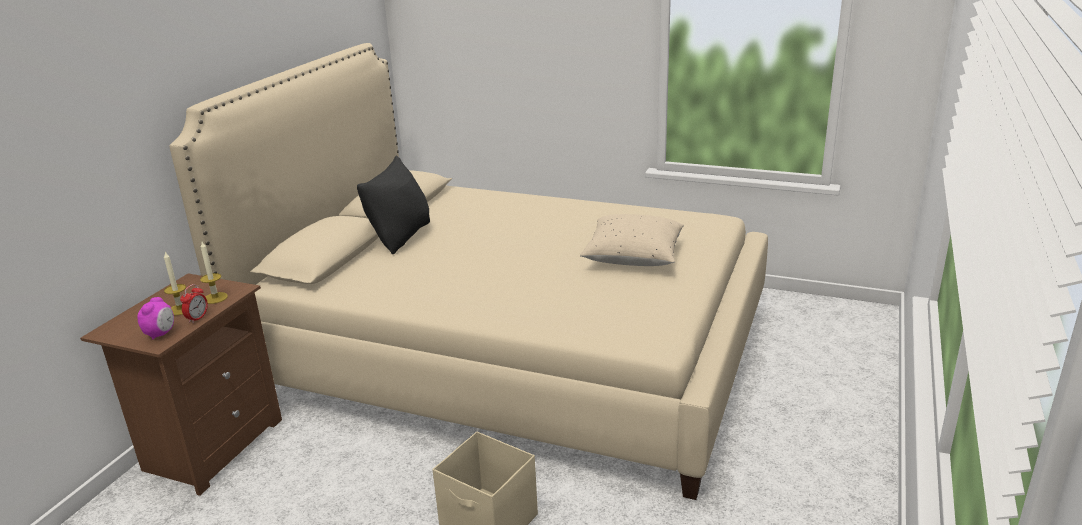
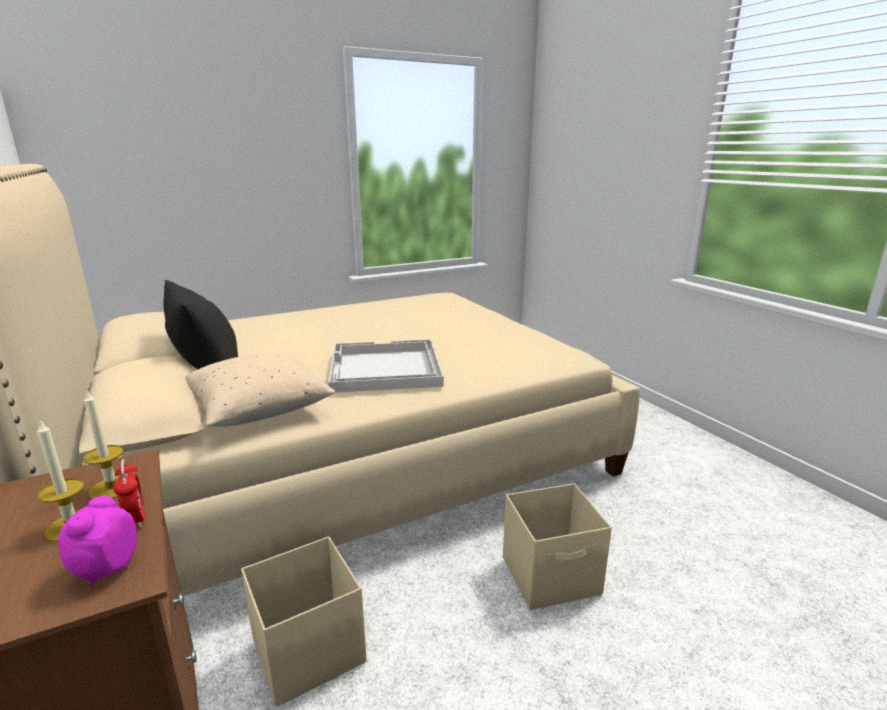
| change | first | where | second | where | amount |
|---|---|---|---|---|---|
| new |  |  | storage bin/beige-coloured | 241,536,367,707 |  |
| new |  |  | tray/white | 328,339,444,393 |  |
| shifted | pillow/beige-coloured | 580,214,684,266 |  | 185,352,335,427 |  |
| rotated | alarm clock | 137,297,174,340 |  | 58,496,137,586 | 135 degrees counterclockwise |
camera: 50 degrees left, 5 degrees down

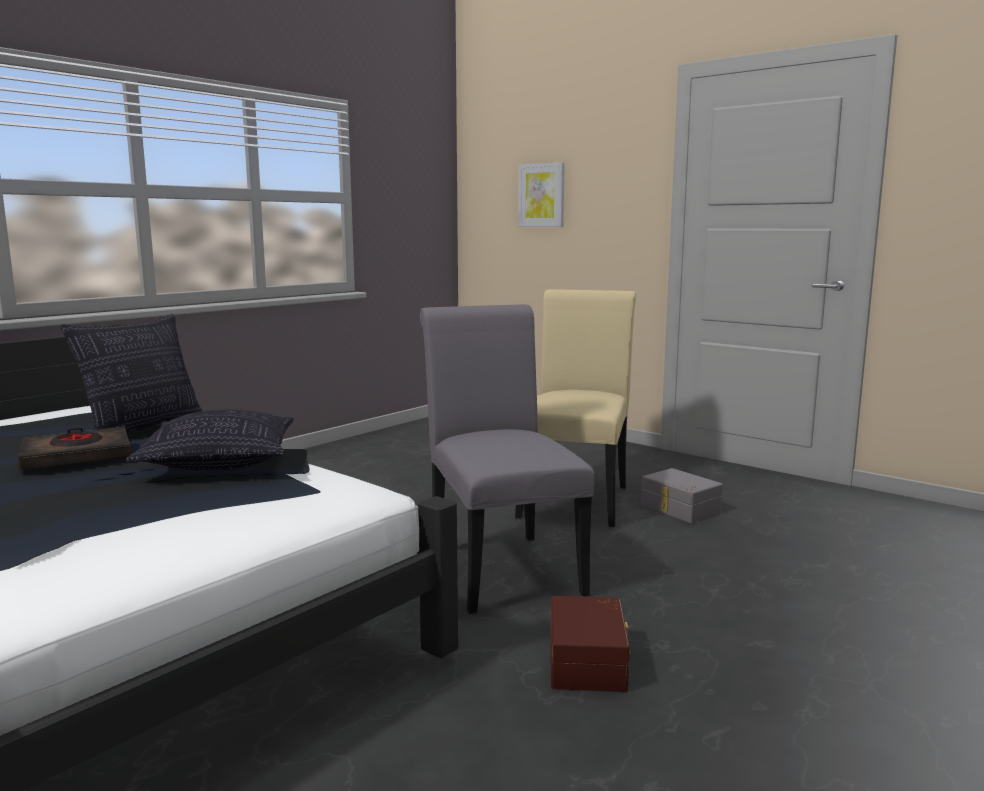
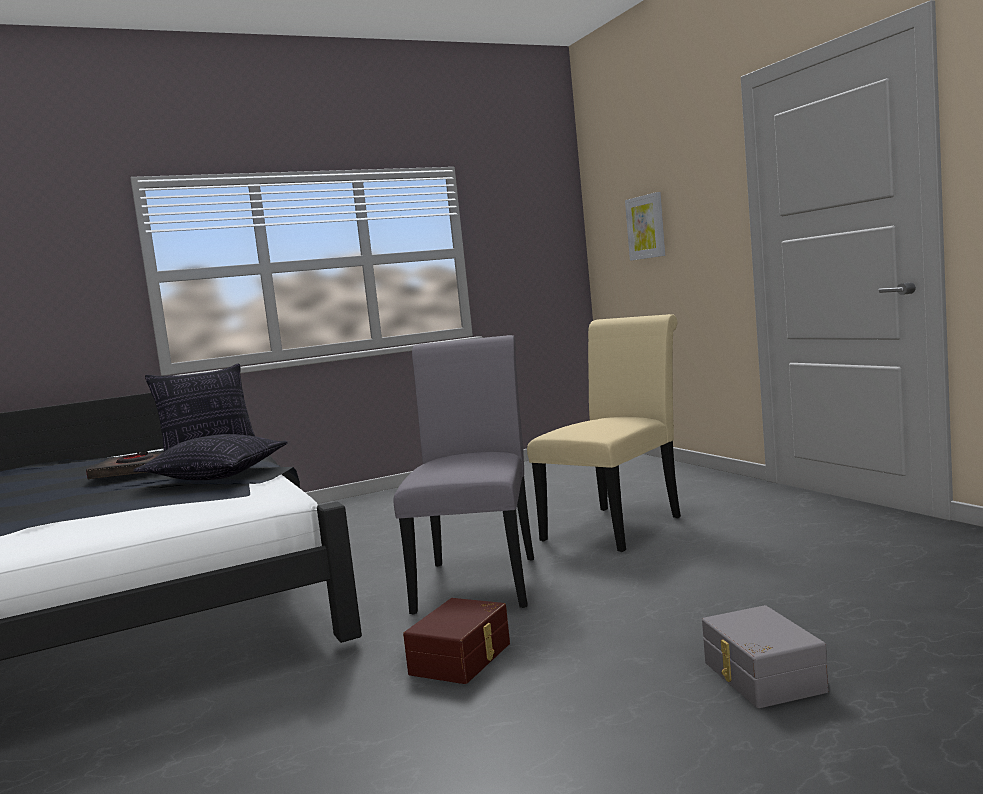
| change | first | where | second | where | amount |
|---|---|---|---|---|---|
| shifted | storage bin/gray | 641,468,723,523 |  | 702,605,829,708 |  |
camera: 25 degrees right, 5 degrees down

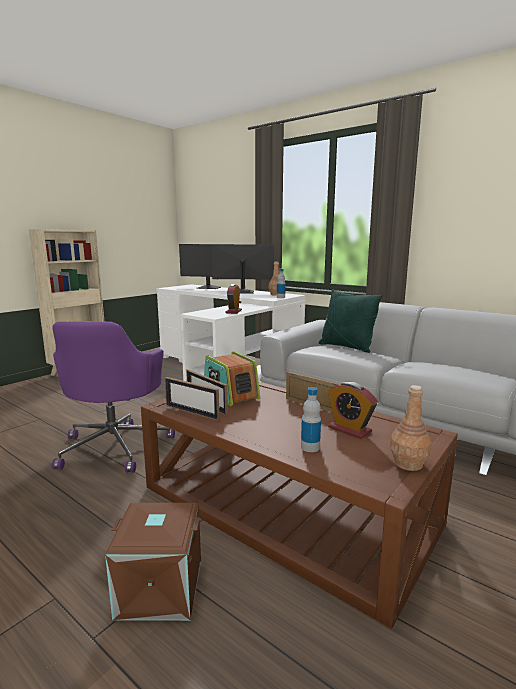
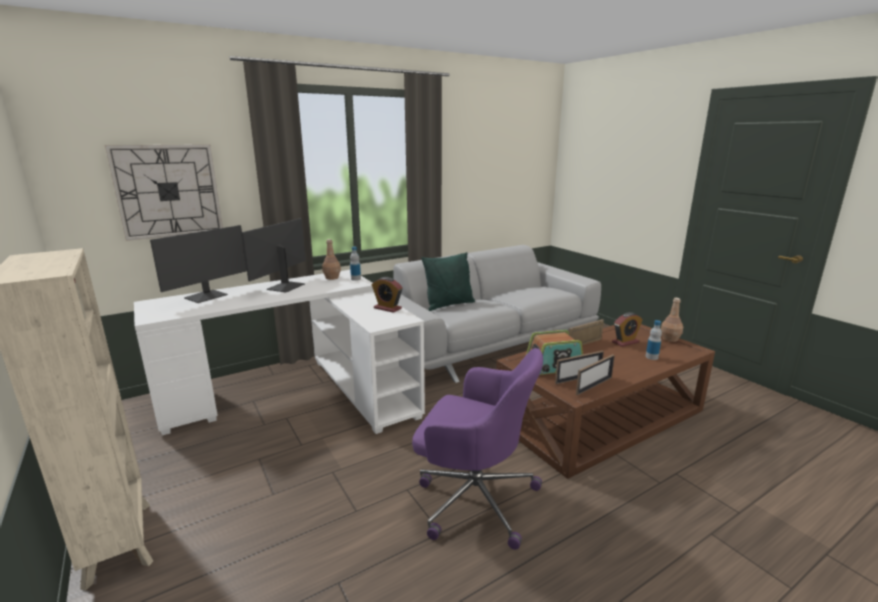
| change | first | where | second | where | amount |
|---|---|---|---|---|---|
| gone | storage bin/brown-coloured | 105,503,201,621 |  |  |  |
| new |  |  | hanging clock | 105,144,223,241 |  |
camera: 70 degrees left, 5 degrees up

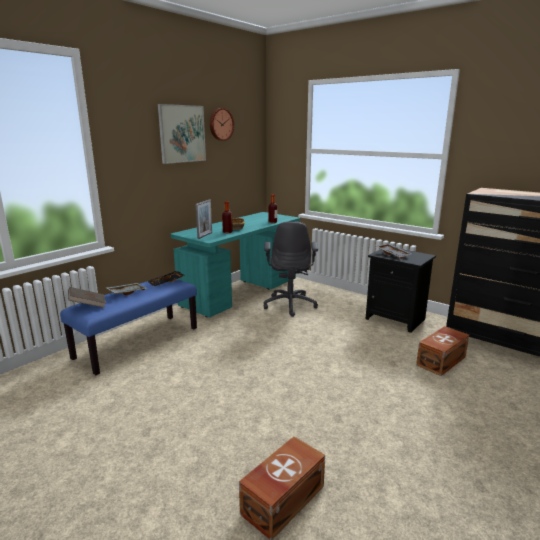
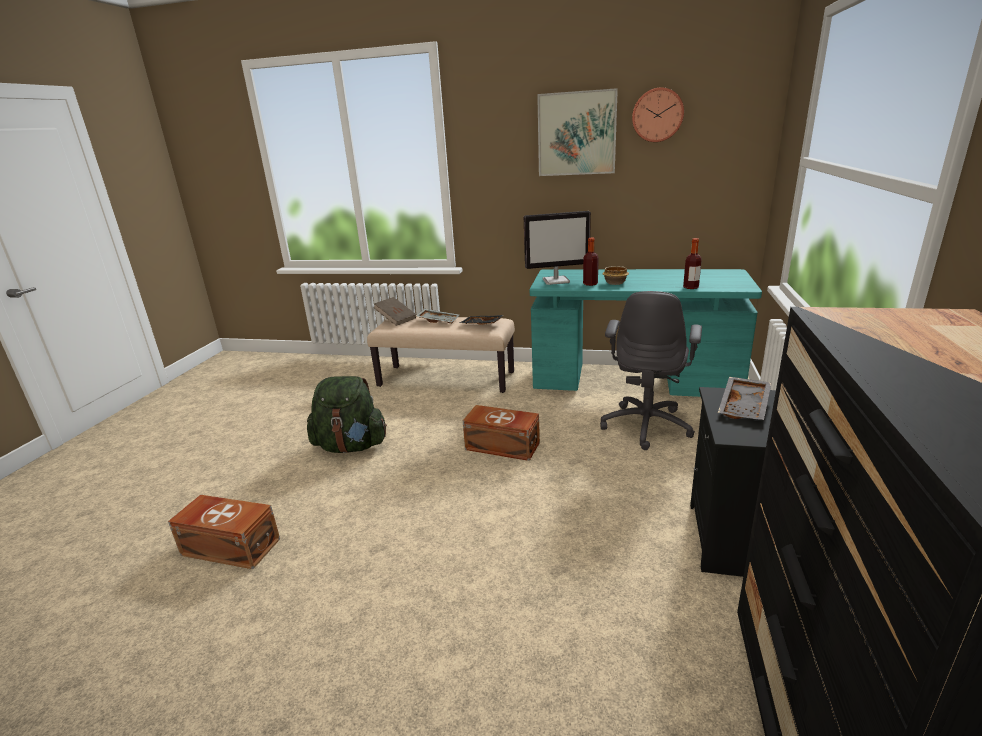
| change | first | where | second | where | amount |
|---|---|---|---|---|---|
| new |  |  | backpack/greenish | 307,376,387,453 |  |
| shifted | storage bin/brown-coloured | 416,326,469,376 |  | 463,405,540,461 |  |
| swapped | photo frame | 195,199,212,239 | monitor | 524,211,591,285 |  |
| repainted | indoor bench/blue-coloured | 60,279,197,375 | indoor bench/beige-coloured | 367,316,515,393 |  |
| rotated | computer chair/gray | 263,221,318,317 |  | 600,291,702,450 | 45 degrees counterclockwise |
camera: 65 degrees right, 5 degrees up

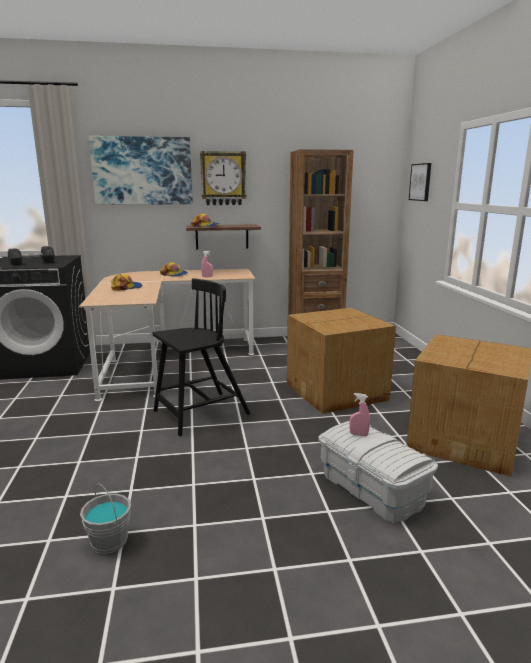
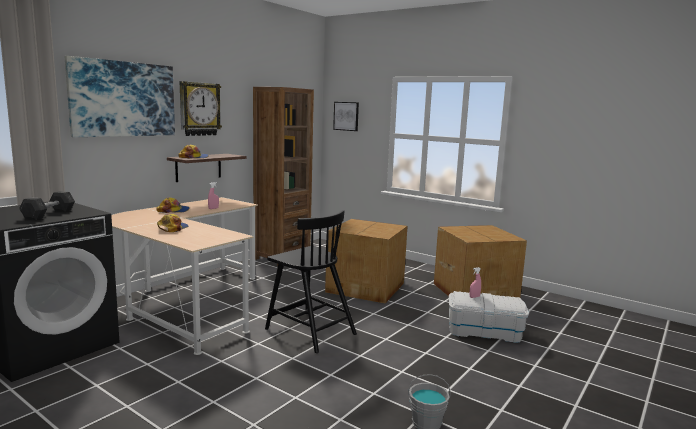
| change | first | where | second | where | amount |
|---|---|---|---|---|---|
| rotated | chair/blackish | 152,278,251,436 |  | 265,210,357,353 | 120 degrees clockwise |
camera: 45 degrees left, 5 degrees down

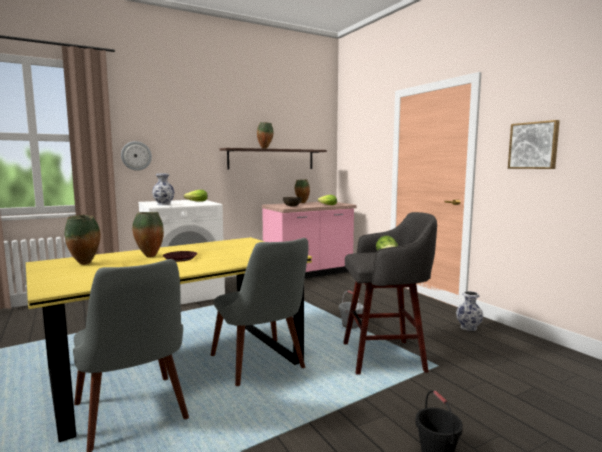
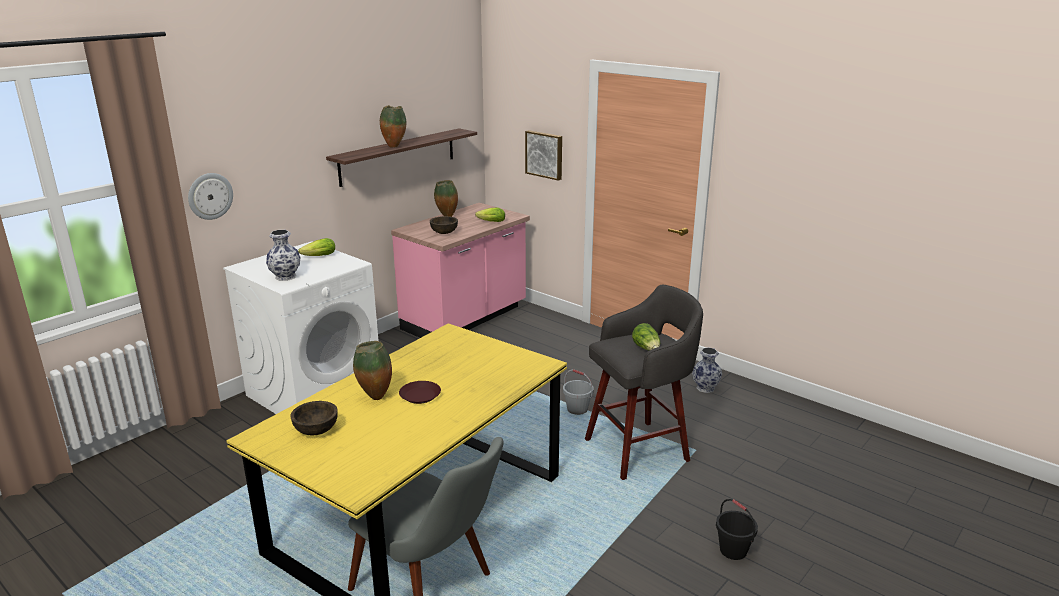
| change | first | where | second | where | amount |
|---|---|---|---|---|---|
| gone | chair/gray | 211,238,308,386 |  |  |  |
| shifted | wall picture | 508,120,560,169 |  | 525,130,562,181 |  |
| swapped | flower vase | 65,215,100,265 | serving bowl/brown-coloured | 290,401,338,435 |  |
camera: 20 degrees left, 15 degrees up

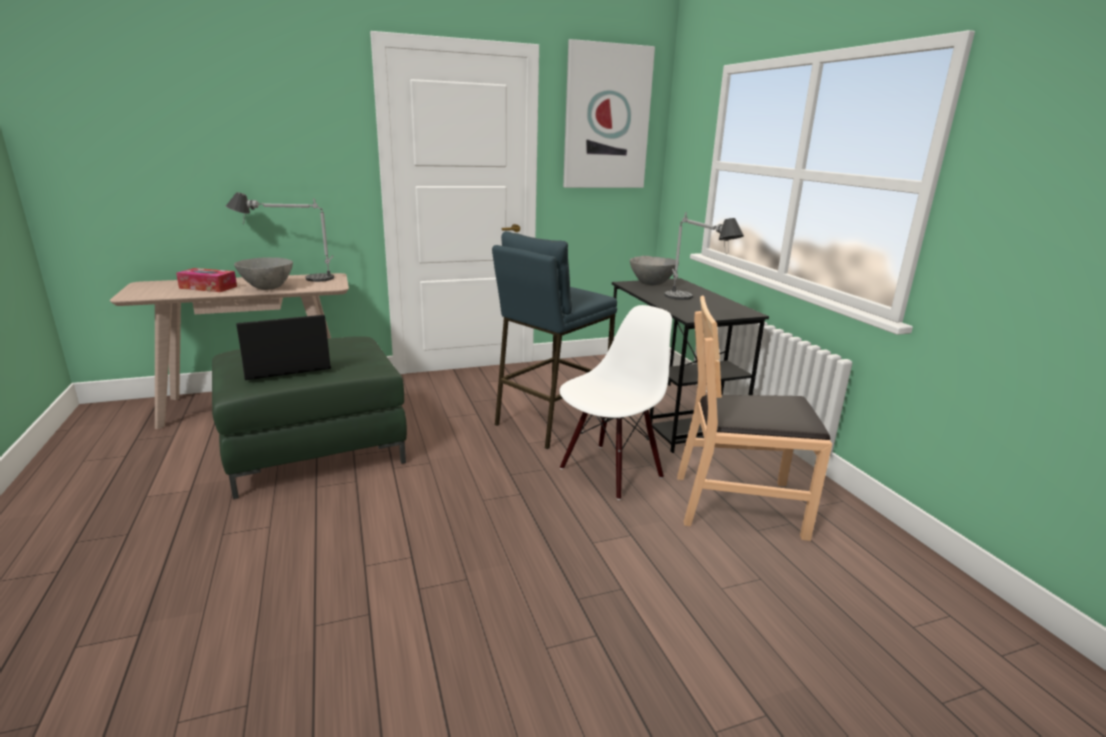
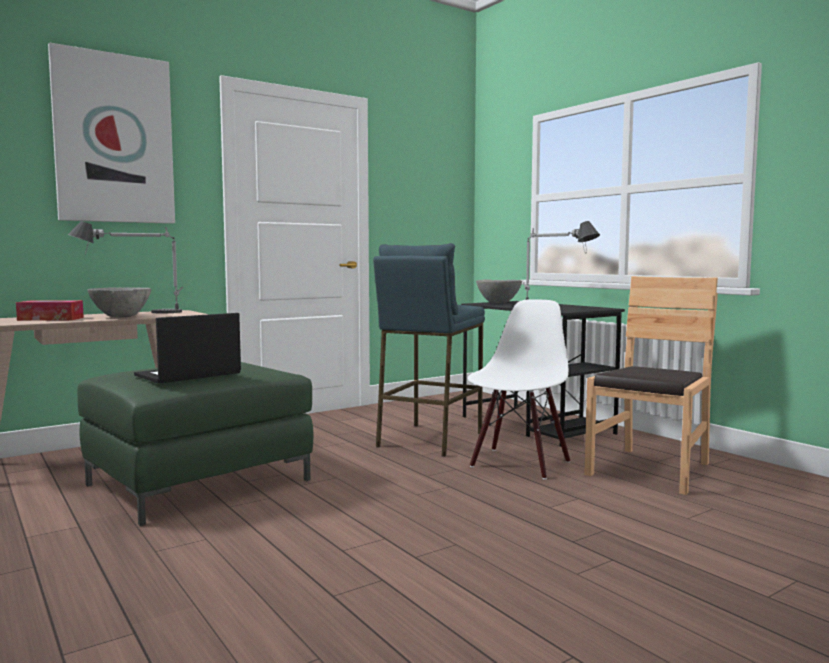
| change | first | where | second | where | amount |
|---|---|---|---|---|---|
| shifted | wall picture | 563,39,655,188 |  | 48,43,175,224 |  |
| rotated | chair/brown-coloured | 677,296,832,541 |  | 584,276,718,495 | 135 degrees clockwise |
camera: 15 degrees left, 15 degrees down

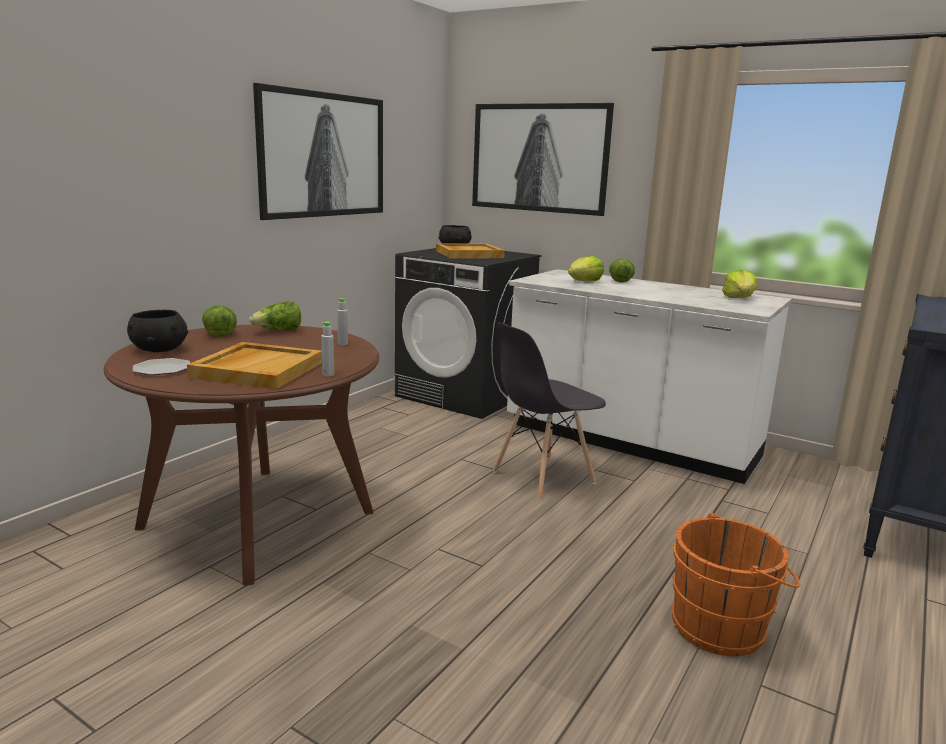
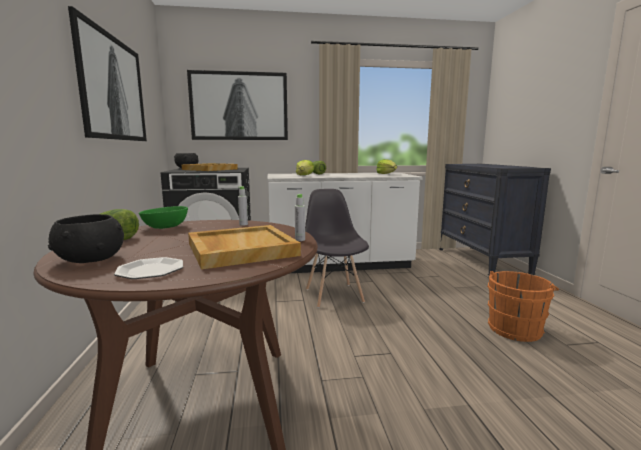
| change | first | where | second | where | amount |
|---|---|---|---|---|---|
| swapped | head of lettuce | 249,301,301,330 | serving bowl/greenish | 139,206,188,229 |  |
| rotated | chair/gray | 493,323,606,501 |  | 305,189,369,308 | 150 degrees clockwise |
camera: 40 degrees left, 5 degrees down

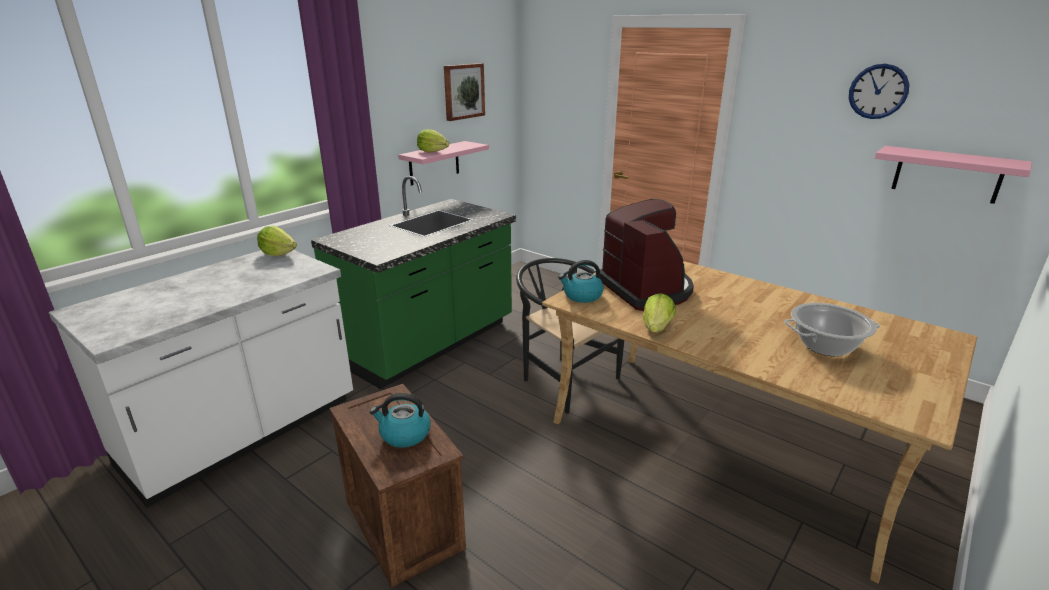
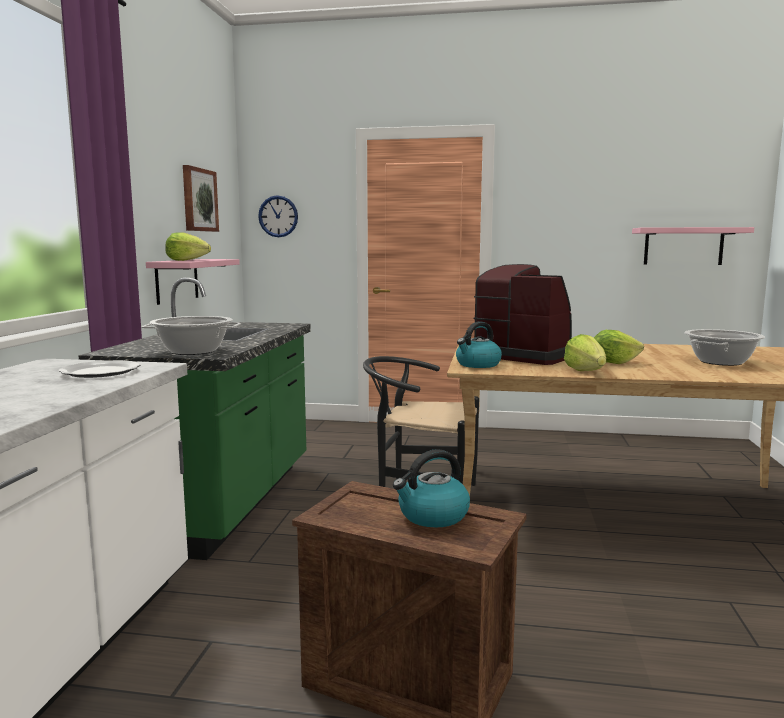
| change | first | where | second | where | amount |
|---|---|---|---|---|---|
| new |  |  | plate | 59,360,140,378 |  |
| new |  |  | saucepot | 141,316,241,355 |  |
| shifted | head of lettuce | 257,226,297,256 |  | 594,330,644,364 |  |
| shifted | hanging clock | 849,64,909,119 |  | 258,195,298,237 |  |
camera: 30 degrees left, 15 degrees down

